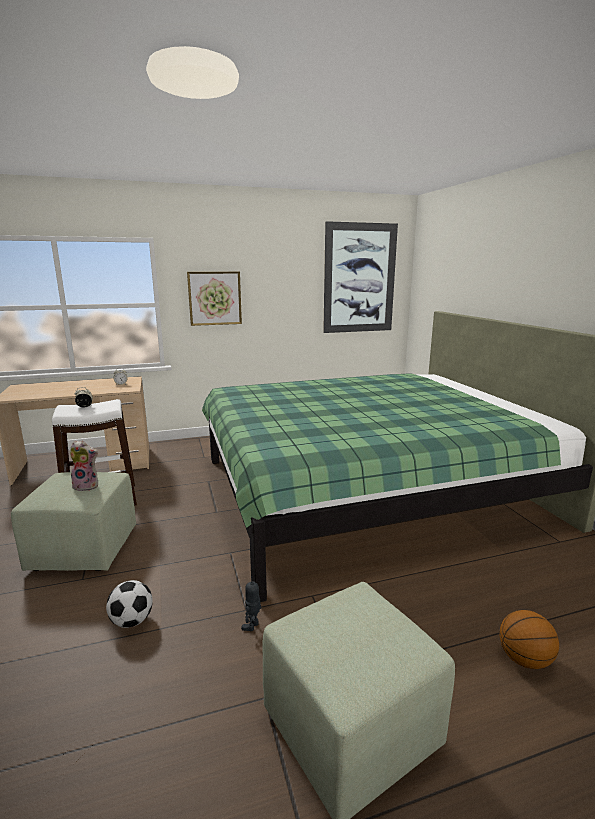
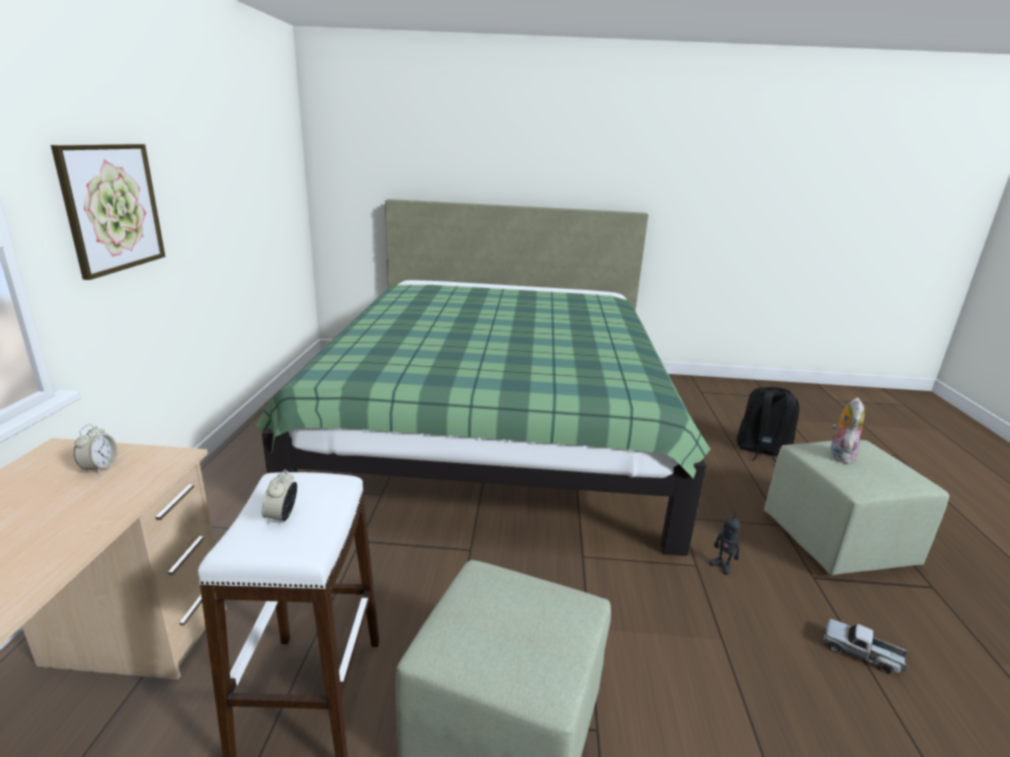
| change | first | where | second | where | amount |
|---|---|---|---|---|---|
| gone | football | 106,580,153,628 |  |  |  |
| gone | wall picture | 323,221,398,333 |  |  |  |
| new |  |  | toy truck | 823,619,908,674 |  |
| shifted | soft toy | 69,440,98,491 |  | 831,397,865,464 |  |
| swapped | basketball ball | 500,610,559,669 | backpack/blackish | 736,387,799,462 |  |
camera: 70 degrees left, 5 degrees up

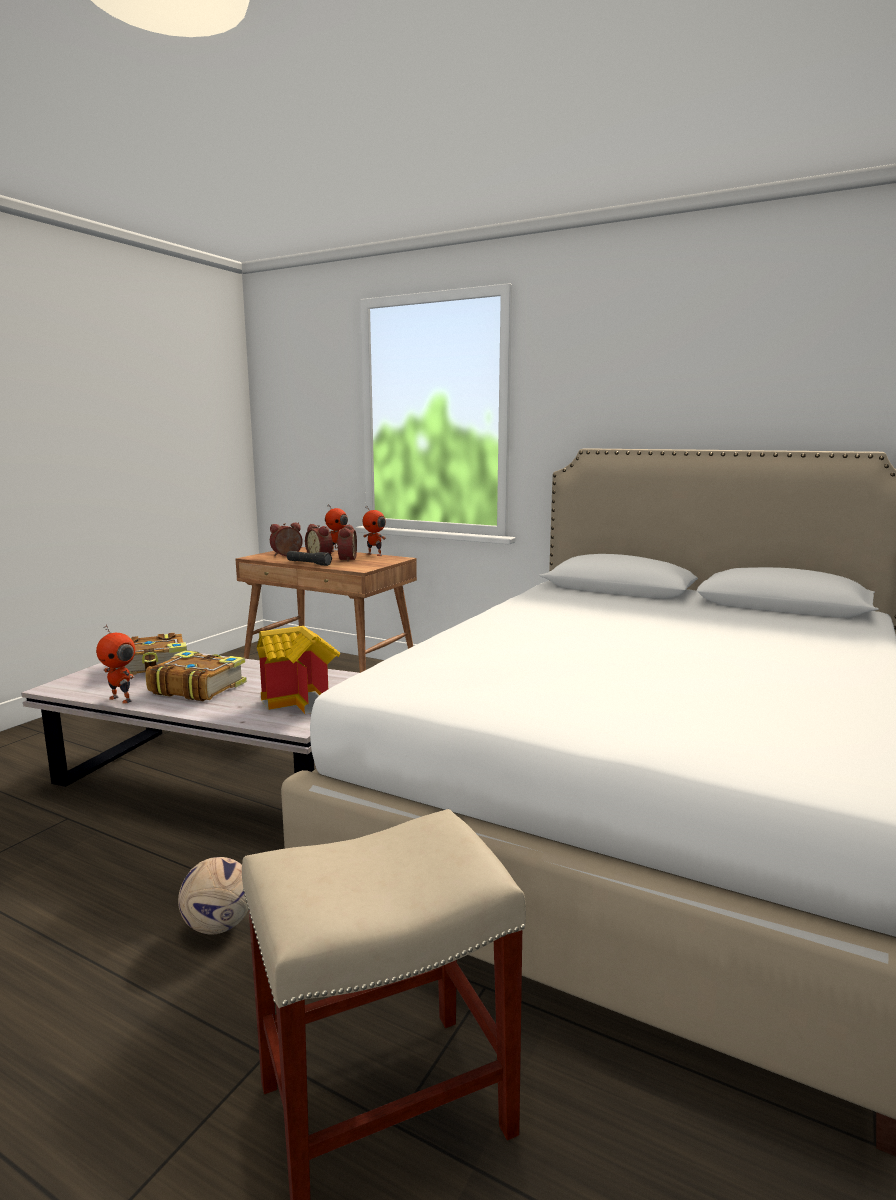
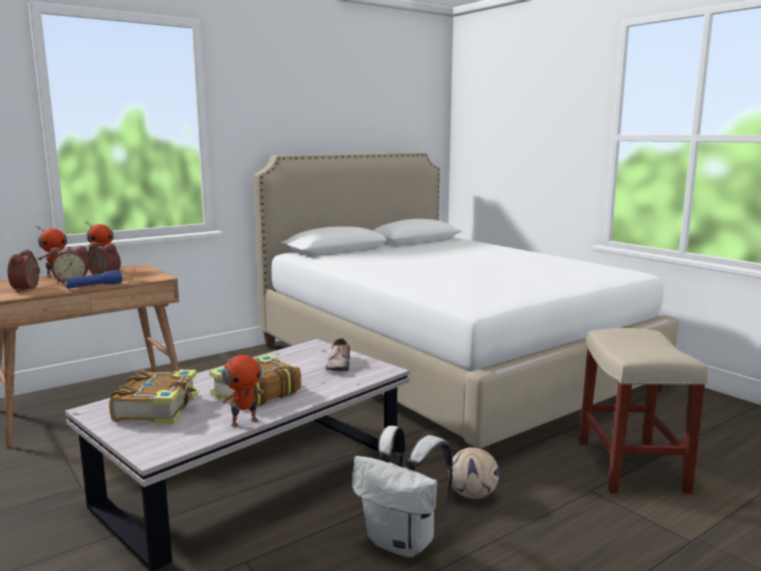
| change | first | where | second | where | amount |
|---|---|---|---|---|---|
| new |  |  | backpack/white | 352,426,453,558 |  |
| swapped | miniature house | 257,626,340,714 | low shoe | 326,338,350,371 |  |
| repainted | torch/blackish | 287,551,332,566 | torch/blue-coloured | 65,270,123,289 |  |
camera: 65 degrees left, 0 degrees up

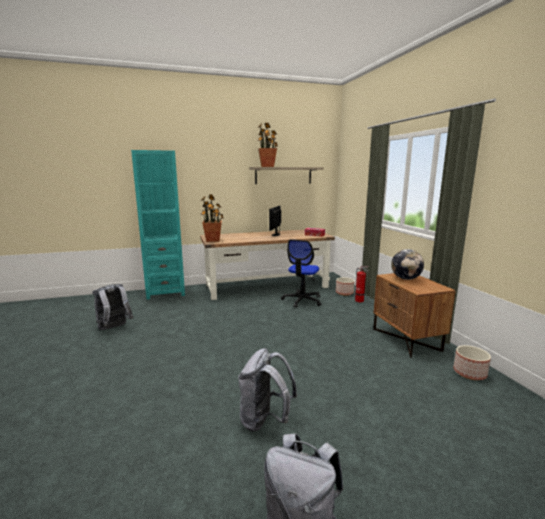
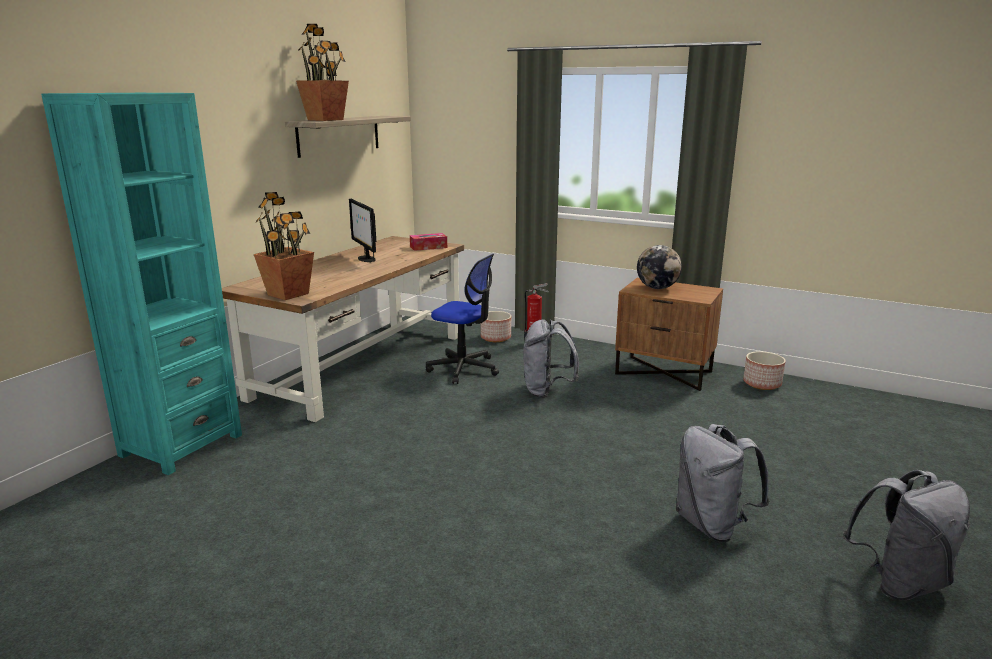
| change | first | where | second | where | amount |
|---|---|---|---|---|---|
| shifted | backpack/gray | 92,284,134,330 |  | 523,319,579,398 |  |
| rotated | computer chair | 281,239,321,308 |  | 426,254,499,384 | 45 degrees counterclockwise |
camera: 45 degrees left, 5 degrees up

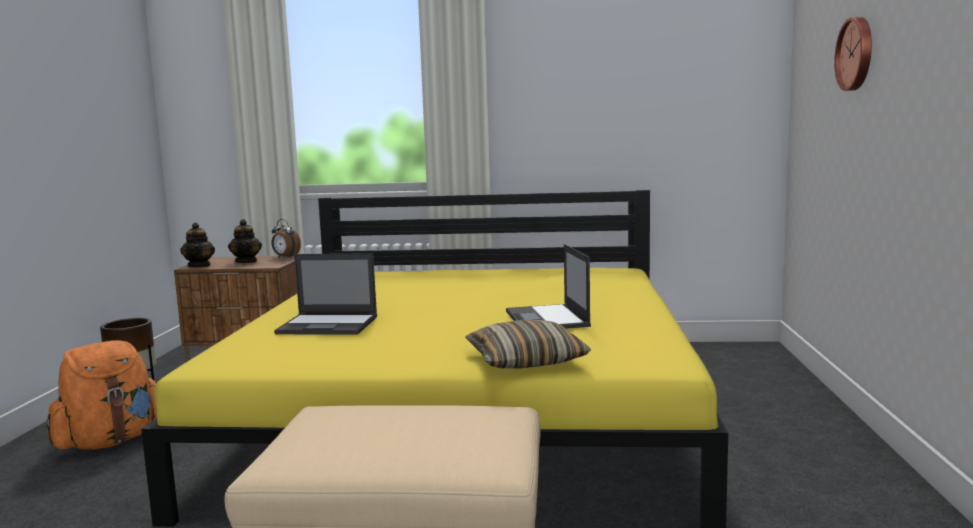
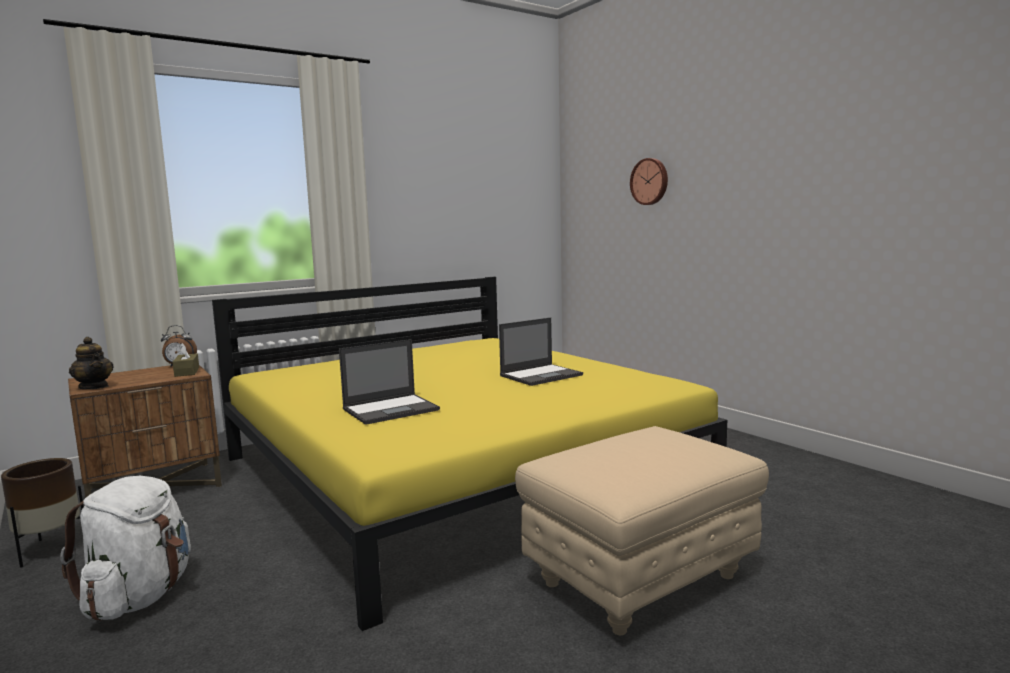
| change | first | where | second | where | amount |
|---|---|---|---|---|---|
| gone | pot for tea | 228,219,262,263 |  |  |  |
| gone | pillow | 465,320,591,368 |  |  |  |
| new |  |  | tissue holder/brown-coloured | 173,343,199,377 |  |
| repainted | backpack/orange | 46,340,157,450 | backpack/white | 60,476,191,621 |  |
| rotated | laptop | 506,244,591,329 |  | 499,317,583,386 | 75 degrees counterclockwise |
camera: 40 degrees left, 0 degrees up

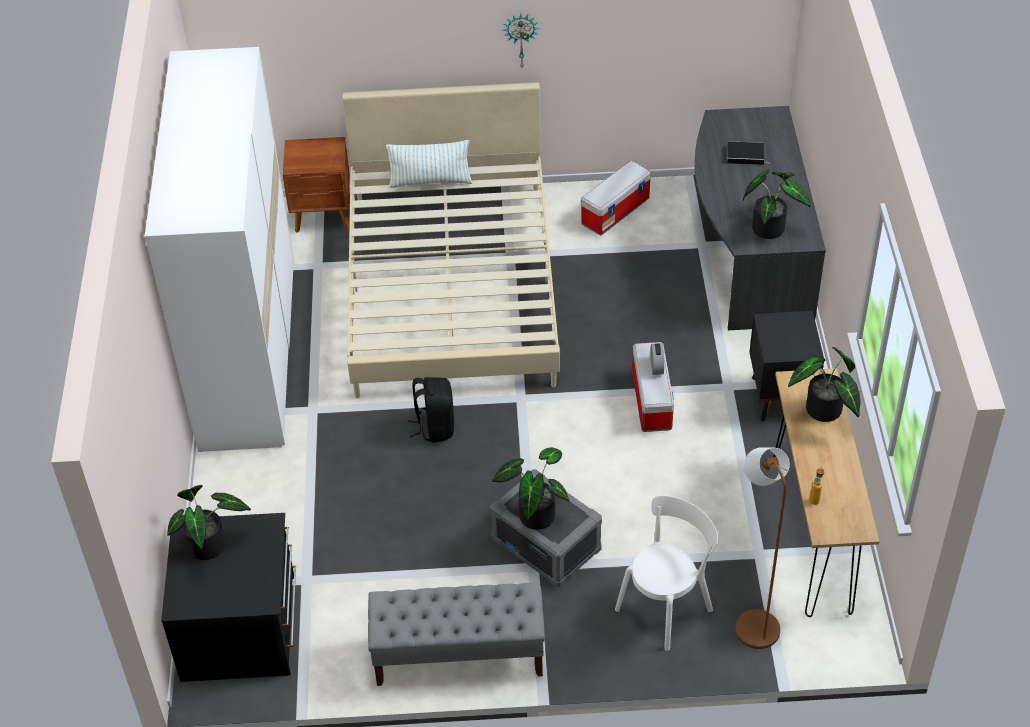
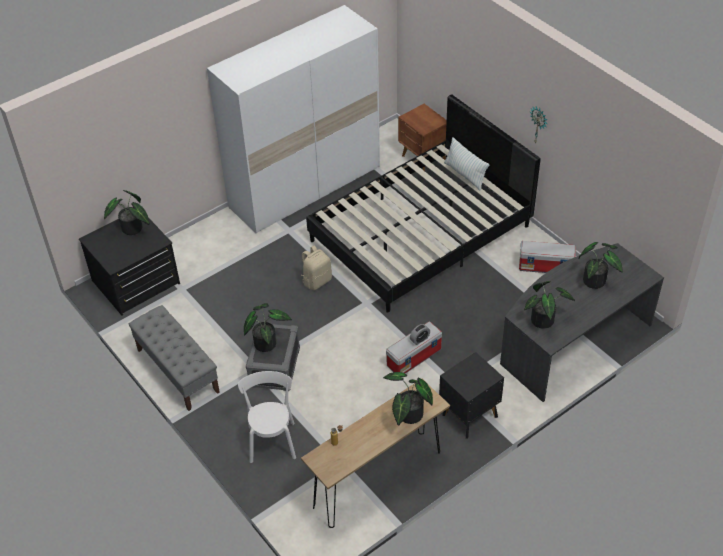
| change | first | where | second | where | amount |
|---|---|---|---|---|---|
| gone | floor lamp/brown-coloured | 735,447,790,649 |  |  |  |
| swapped | volume | 727,141,770,165 | plant in a pot | 579,242,623,289 |  |
| repainted | bed/beige-coloured | 343,82,560,398 | bed/blackish | 306,95,541,313 |  |
| repainted | backpack/blackish | 408,377,454,442 | backpack/beige-coloured | 301,245,332,290 |  |
| rotated | chair/white | 615,495,718,651 |  | 238,371,296,463 | 105 degrees counterclockwise |
camera: 55 degrees right, 0 degrees up

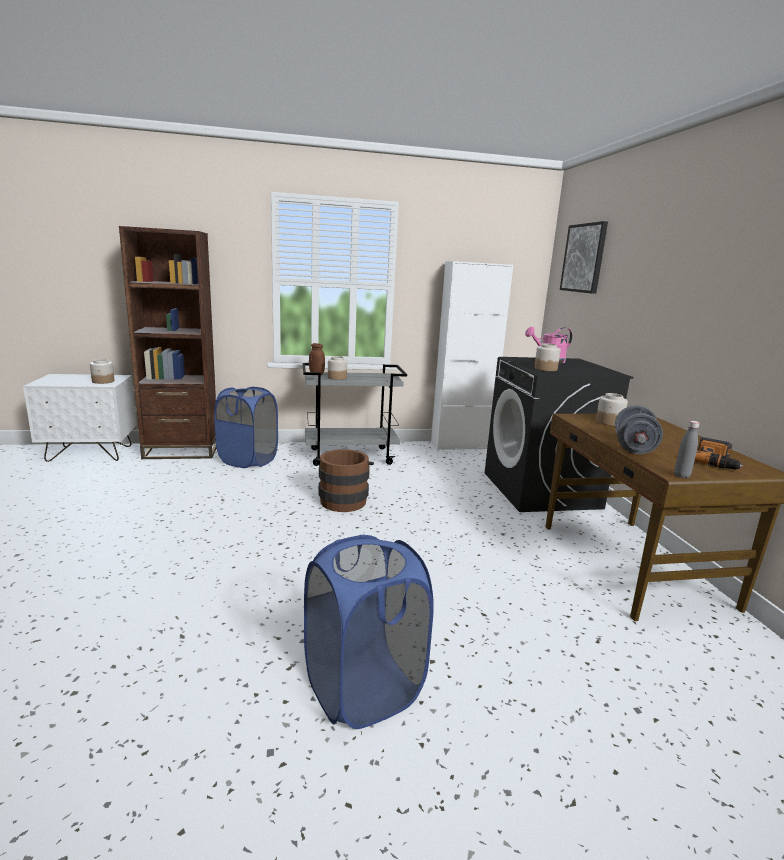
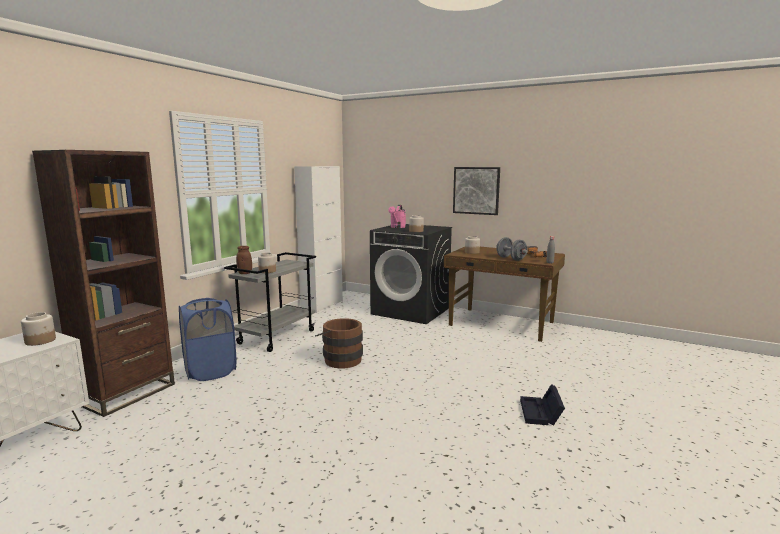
| change | first | where | second | where | amount |
|---|---|---|---|---|---|
| shifted | wall picture | 560,221,608,294 |  | 453,167,500,215 |  |
| swapped | laundry basket/blue-coloured | 304,535,434,729 | storage bin/blackish | 520,384,565,426 |  |
camera: 50 degrees left, 5 degrees down

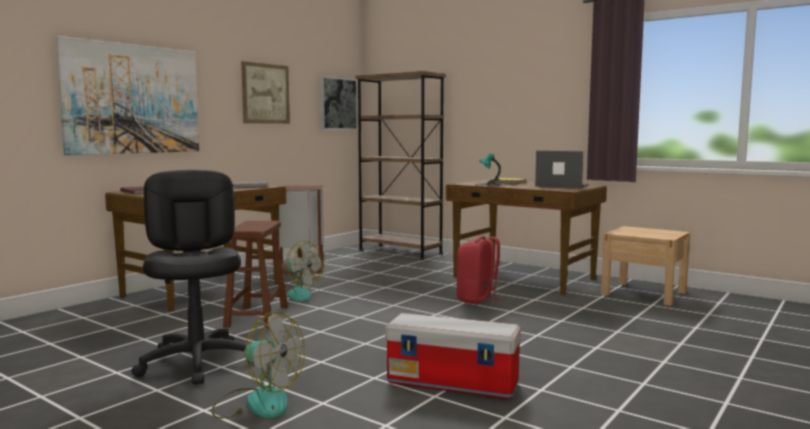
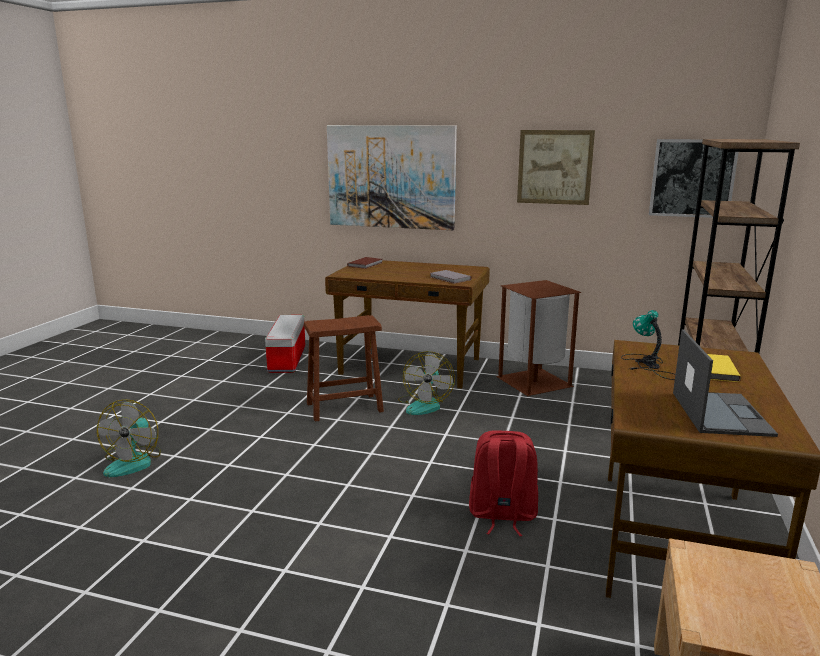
| change | first | where | second | where | amount |
|---|---|---|---|---|---|
| gone | computer chair/blackish | 131,170,253,385 |  |  |  |
| shifted | storage bin | 385,313,521,399 |  | 265,315,306,373 |  |
camera: 70 degrees right, 10 degrees up

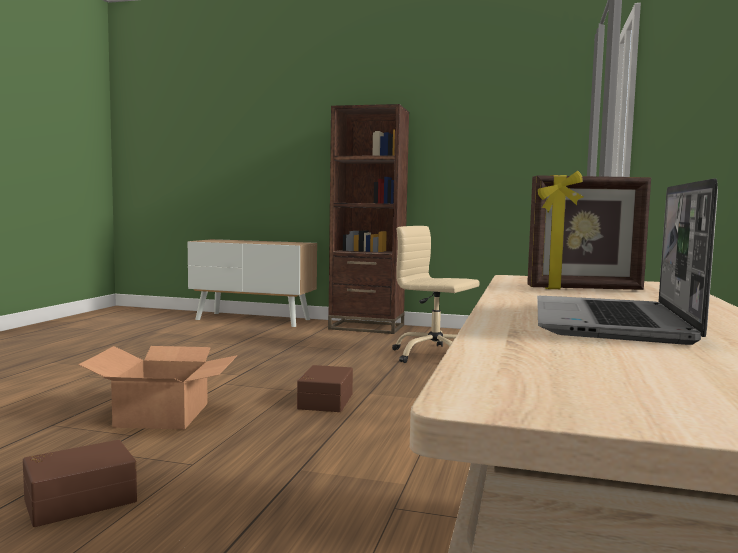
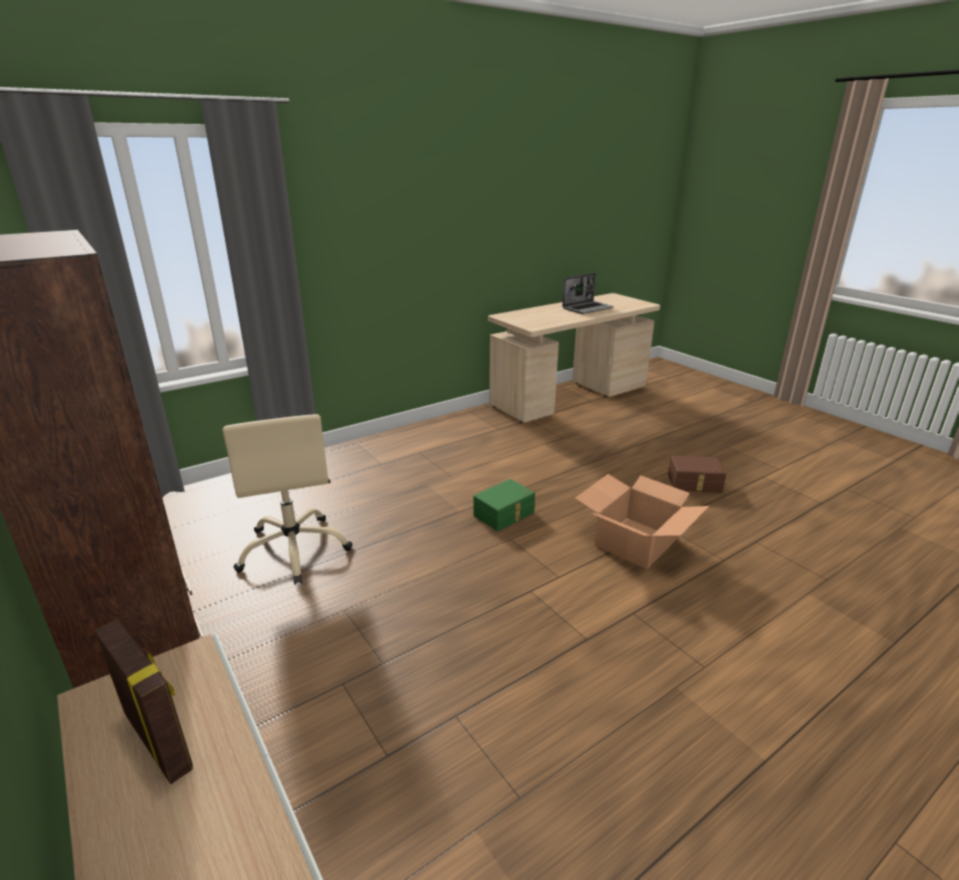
| change | first | where | second | where | amount |
|---|---|---|---|---|---|
| shifted | photo frame | 527,171,651,290 |  | 94,619,193,784 |  |
| repainted | storage bin/brown-coloured | 297,365,353,412 | storage bin/greenish | 473,479,535,531 |  |
camera: 140 degrees left, 20 degrees up

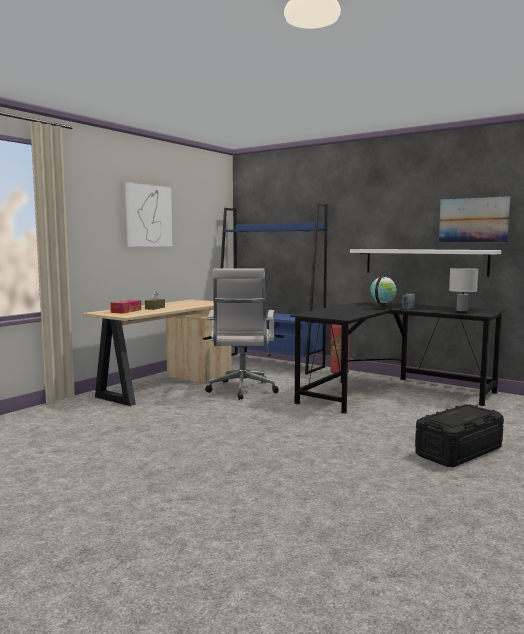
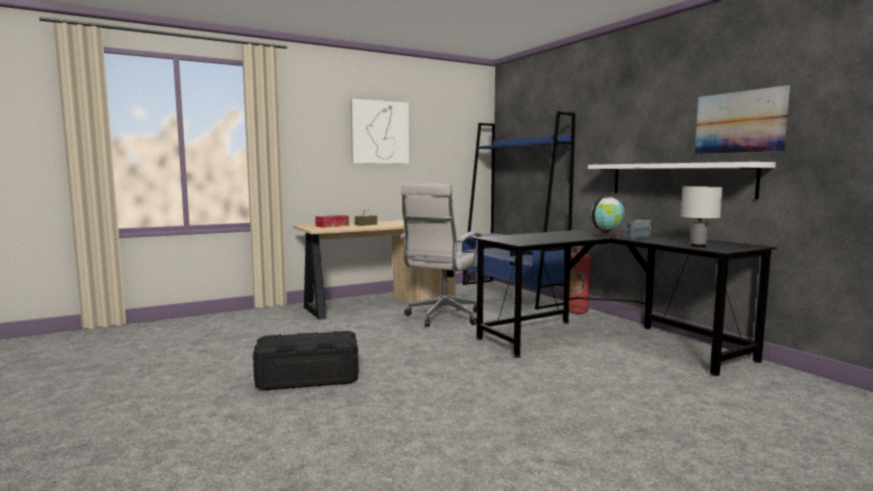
| change | first | where | second | where | amount |
|---|---|---|---|---|---|
| shifted | storage bin/blackish | 415,404,504,467 |  | 253,331,359,391 |  |
camera: 25 degrees right, 0 degrees up

